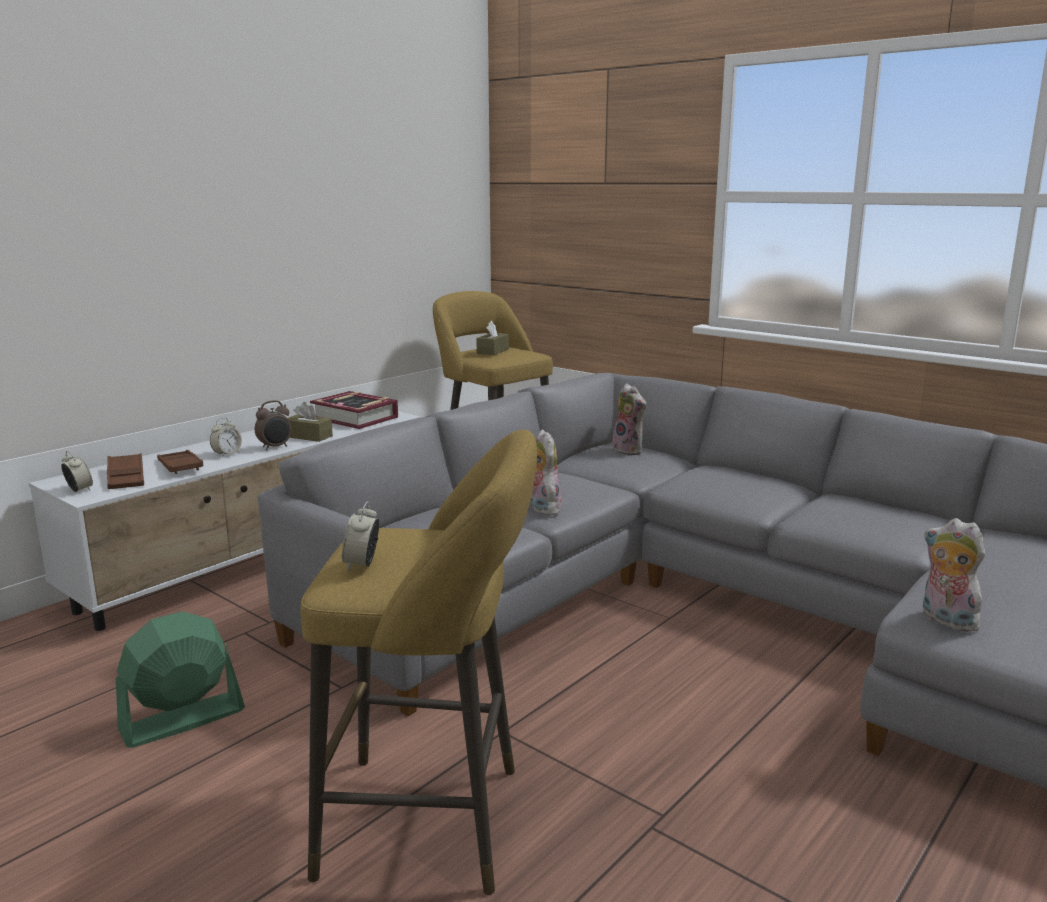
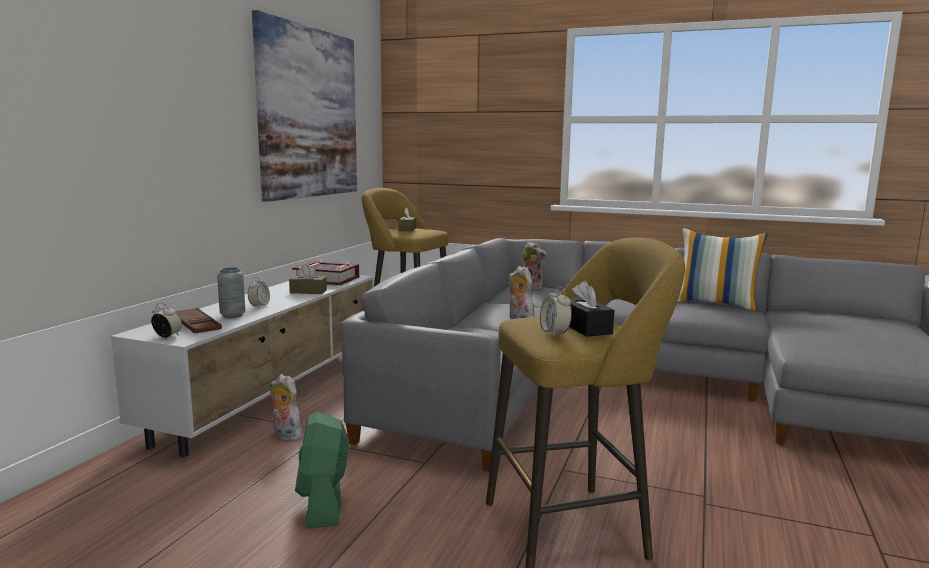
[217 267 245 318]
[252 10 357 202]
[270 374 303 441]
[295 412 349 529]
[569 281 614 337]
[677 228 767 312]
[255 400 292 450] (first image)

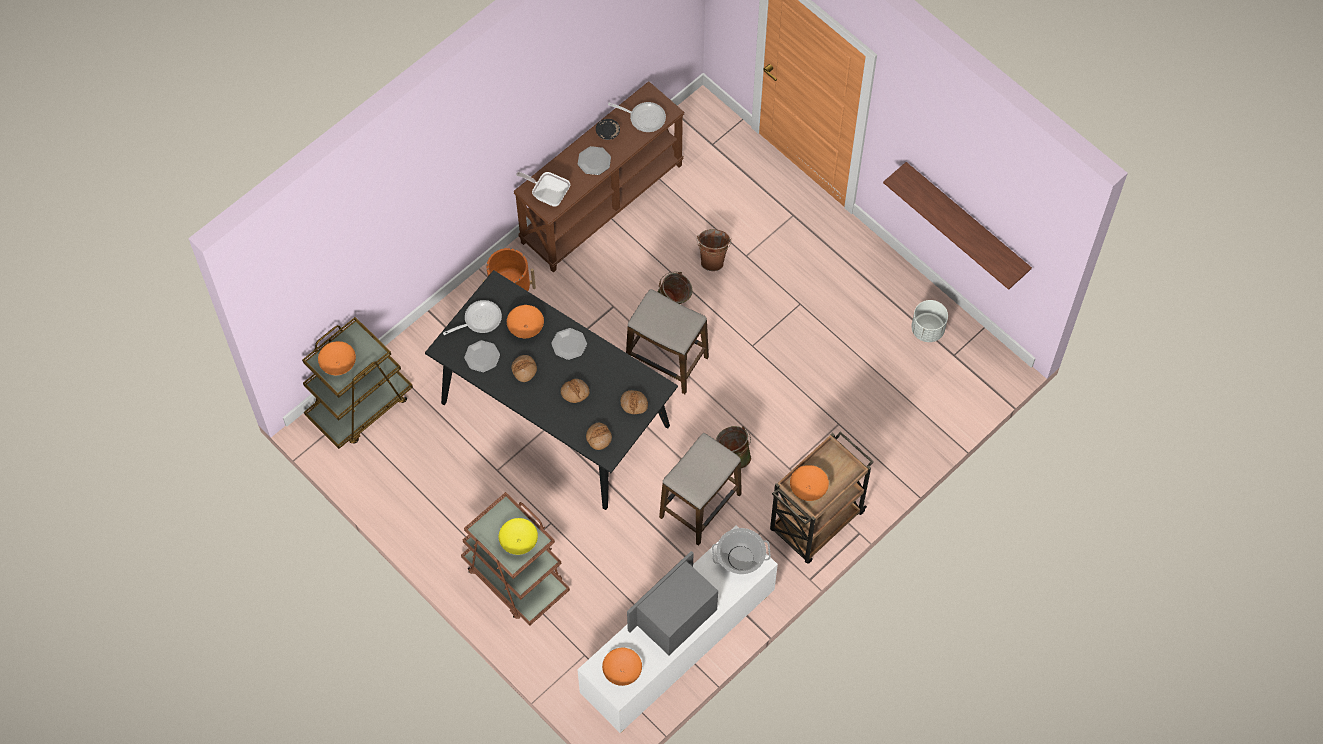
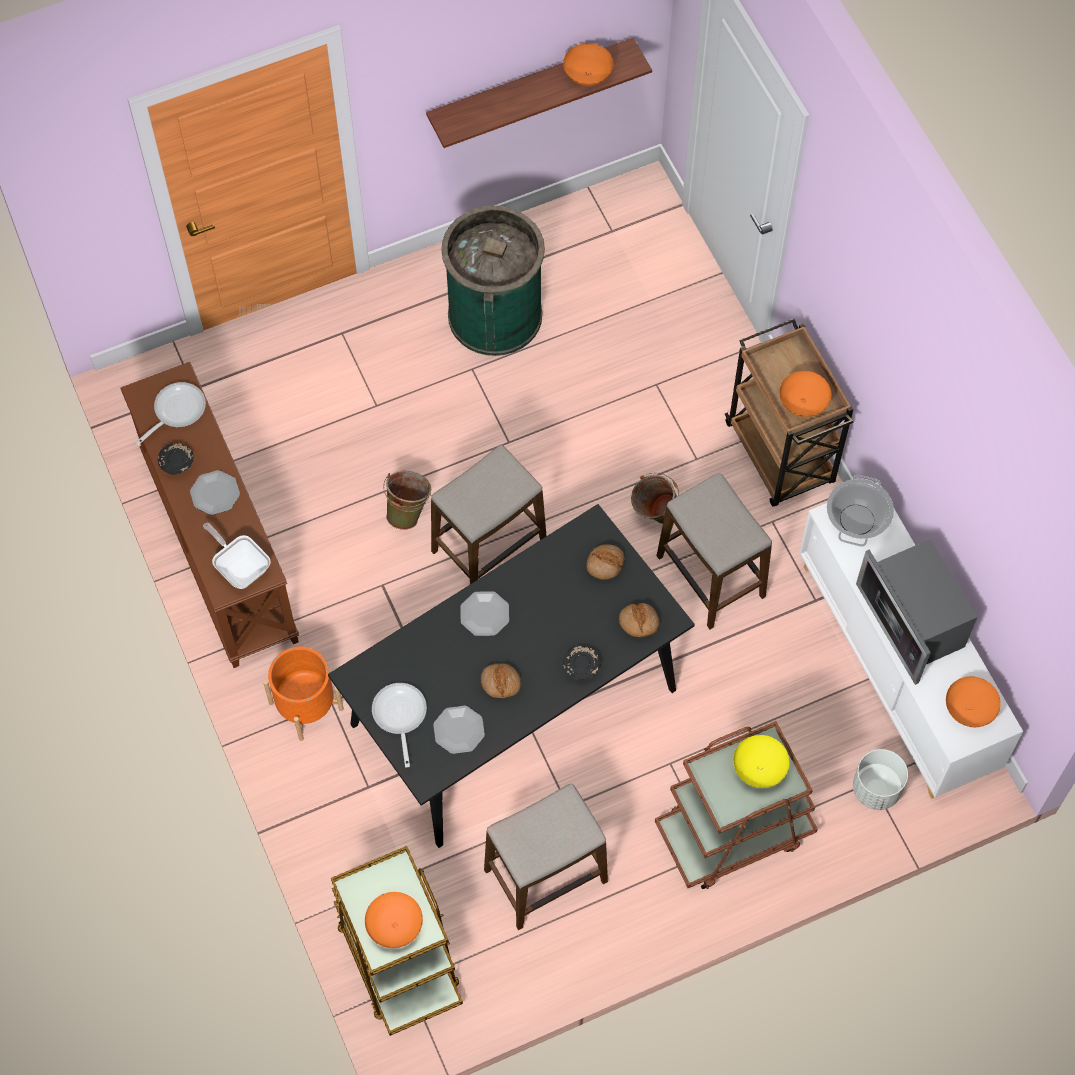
[203 523 271 589]
[441 205 545 356]
[484 784 608 930]
[563 43 614 86]
[563 646 601 680]
[853 749 908 810]
[561 379 590 403] (first image)
[697 229 731 271] (first image)

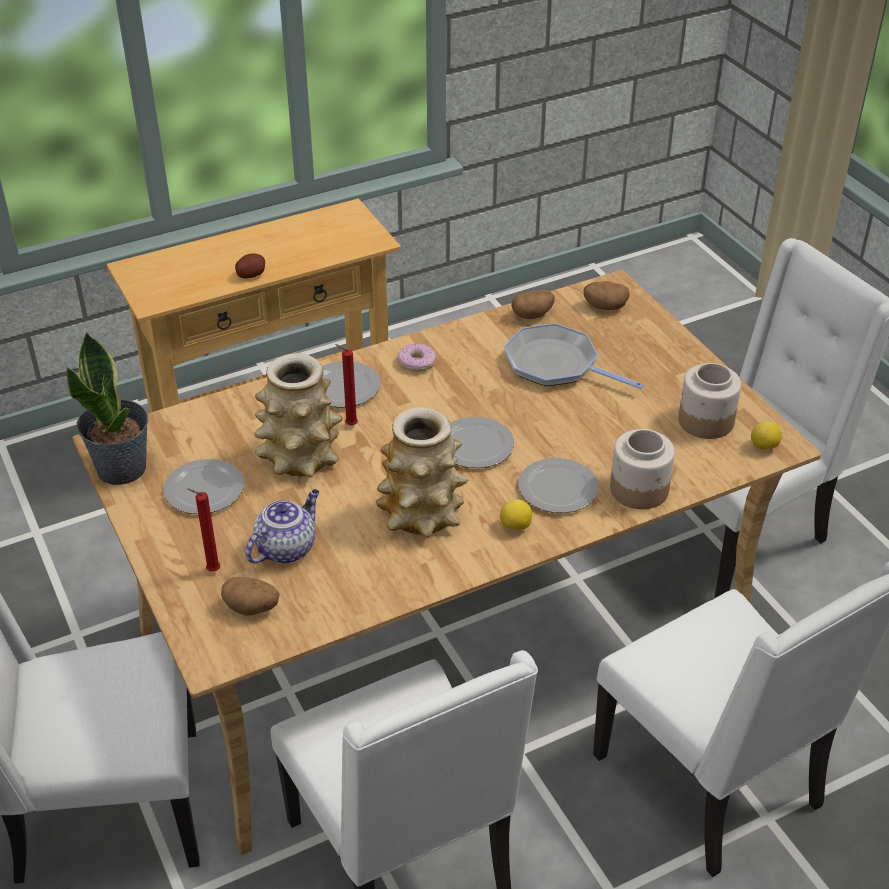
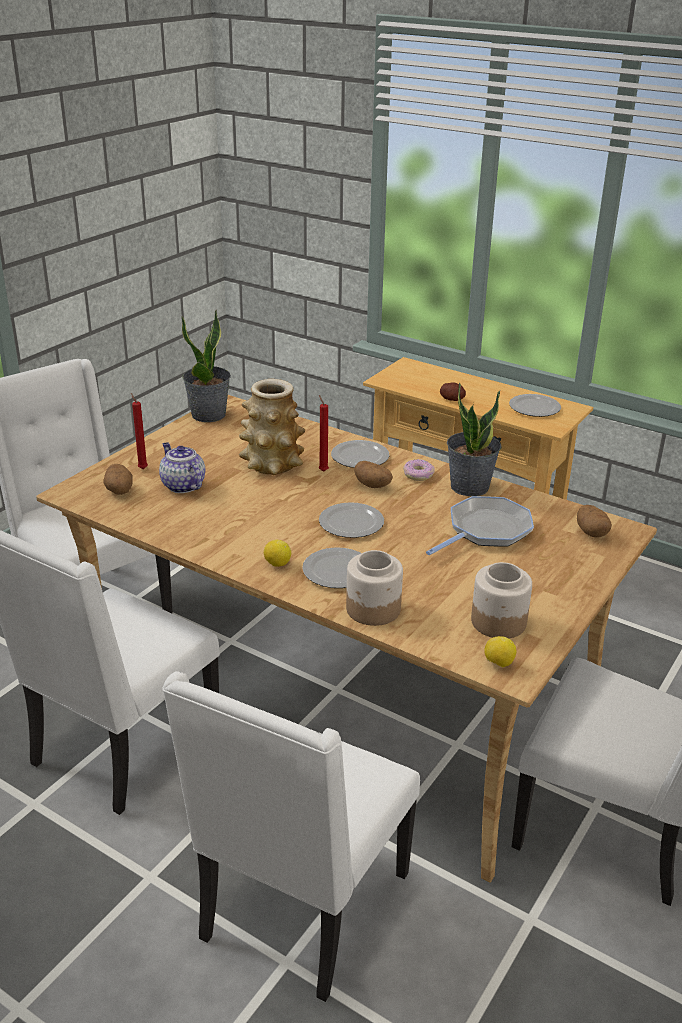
[159 442 206 493]
[354 461 393 488]
[426 496 534 555]
[447 383 501 496]
[509 394 561 417]
[376 407 469 537] (first image)

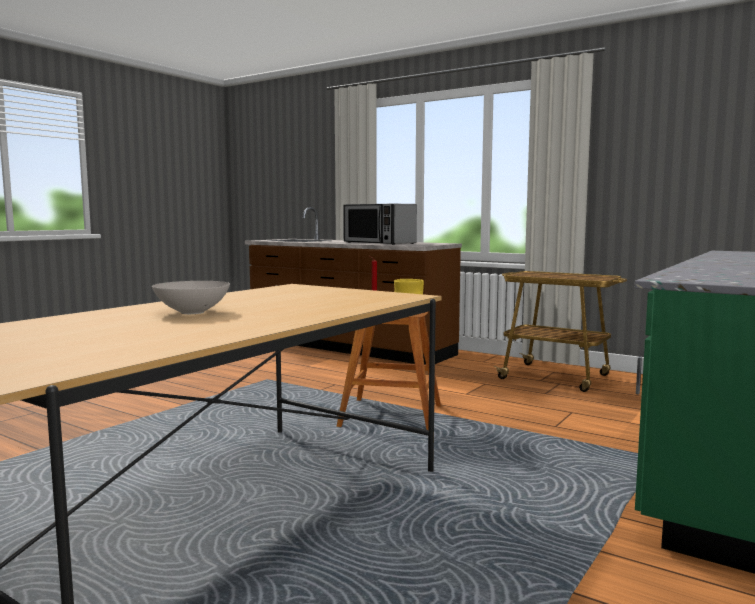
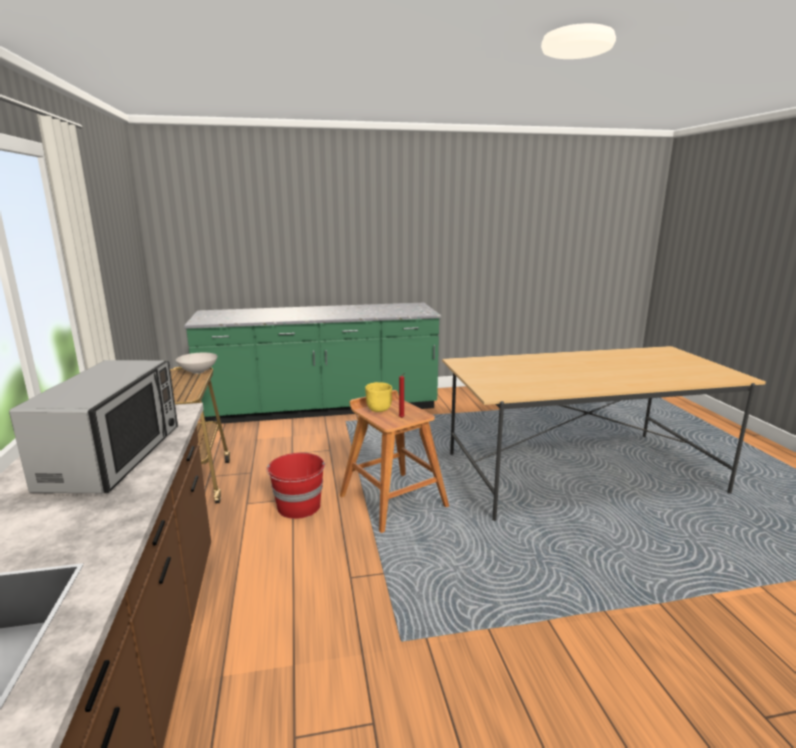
[176 352 217 374]
[266 453 325 519]

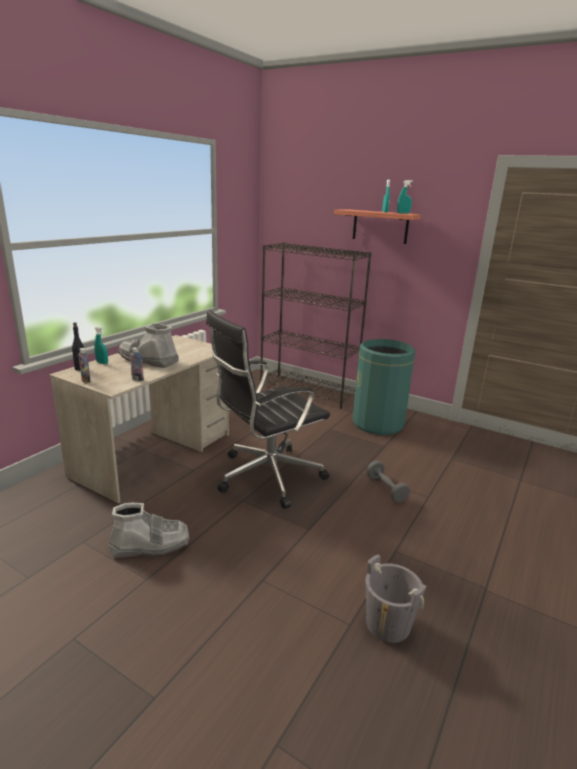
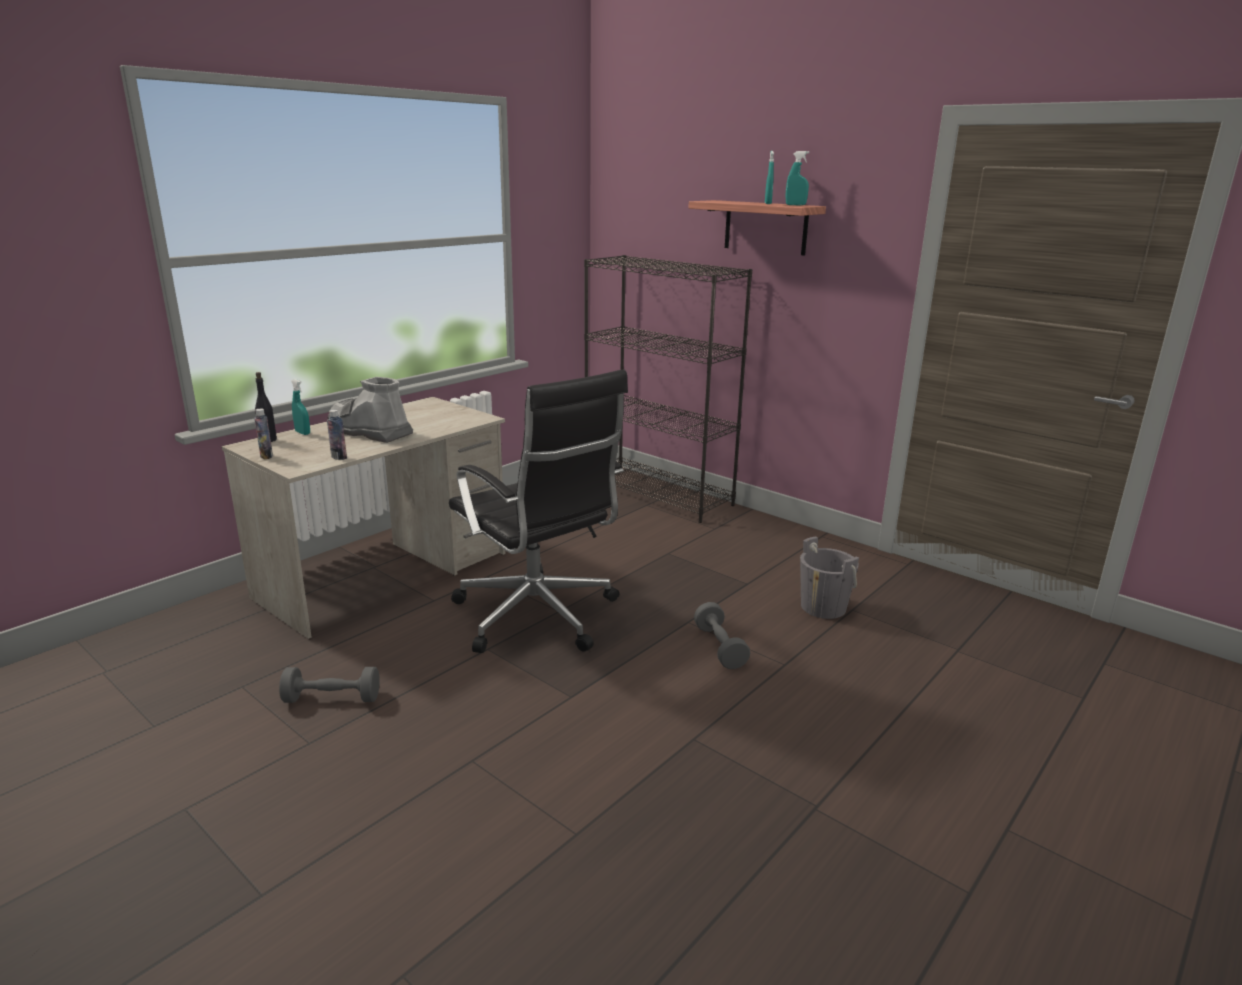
[279 667 380 703]
[449 369 628 653]
[800 536 859 619]
[353 339 415 435] (first image)

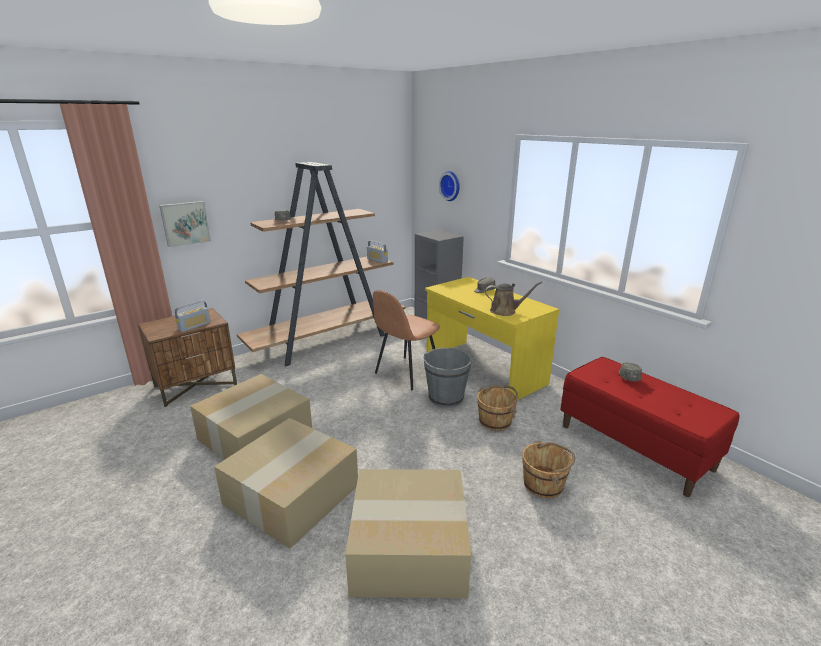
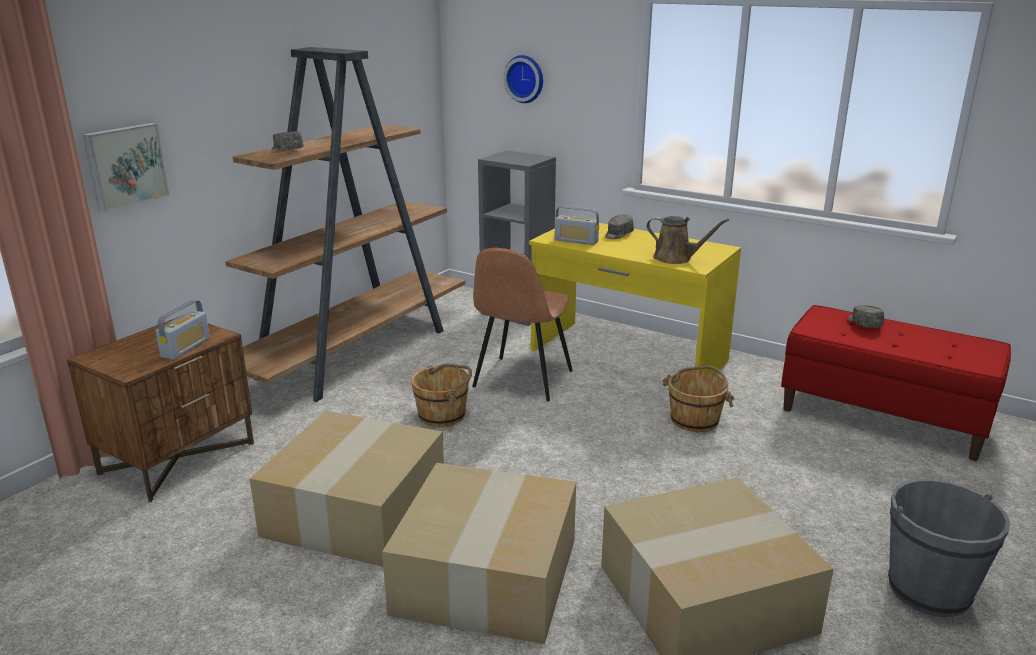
[411 363 472 427]
[555 206 599 245]
[647 216 729 264]
[888 479 1010 617]

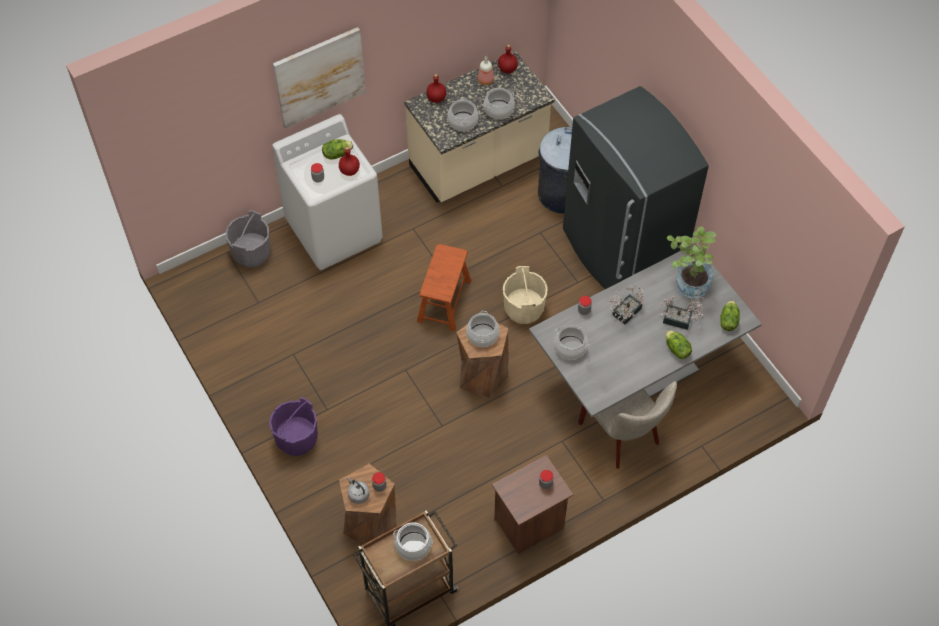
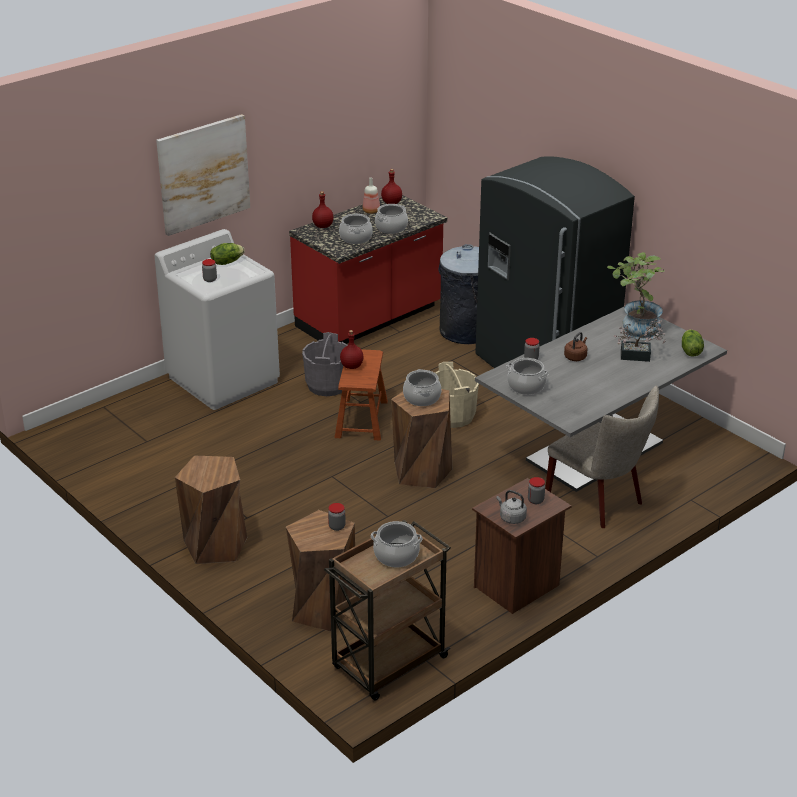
[175 456 247 564]
[289 195 447 344]
[302 332 347 396]
[340 330 363 369]
[496 490 527 524]
[564 332 587 361]
[665 330 692 359] (first image)

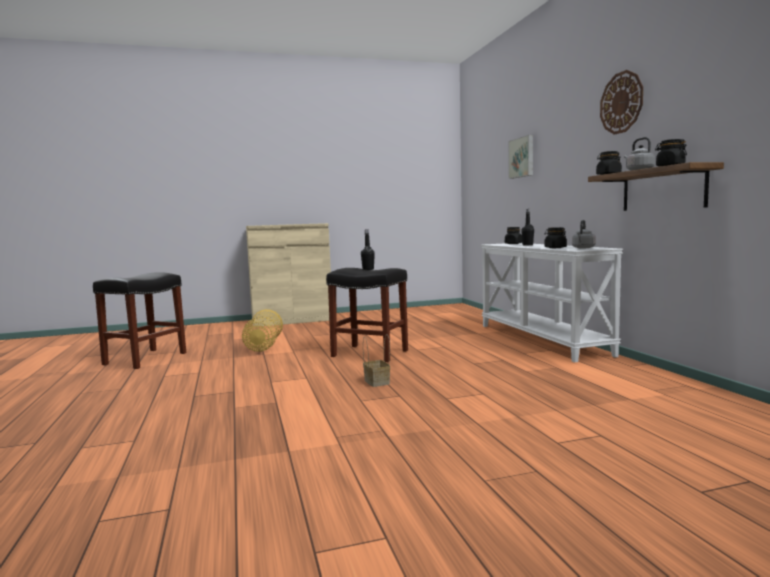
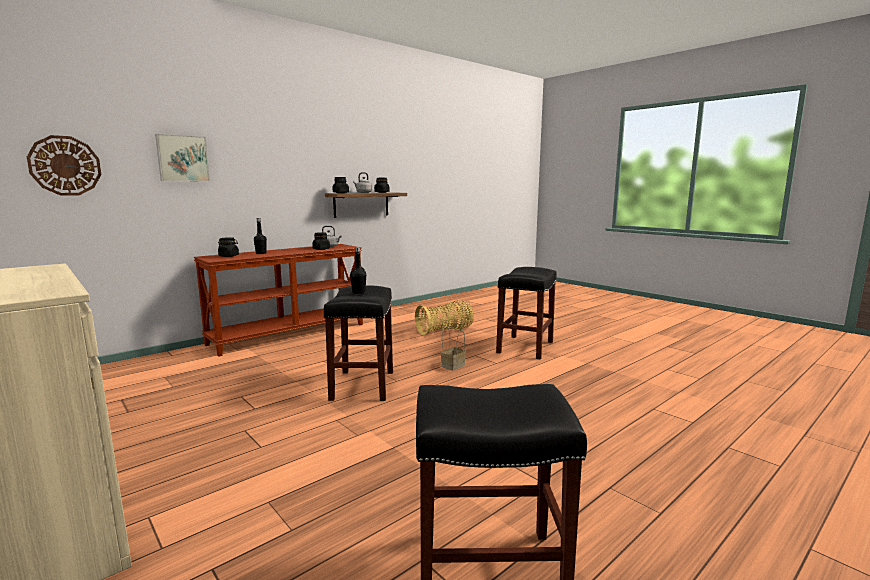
[27 135 101 196]
[194 244 363 357]
[415 301 474 335]
[496 267 557 359]

